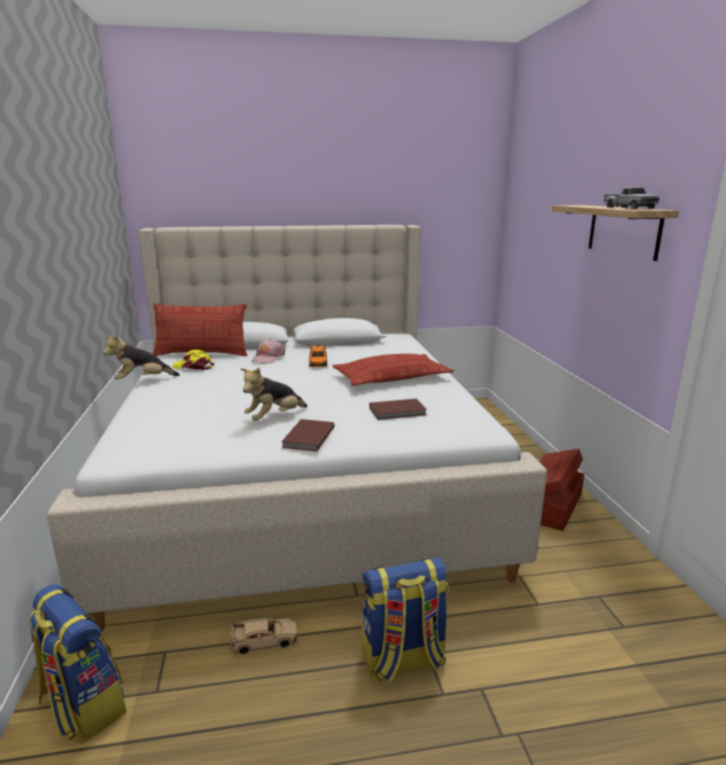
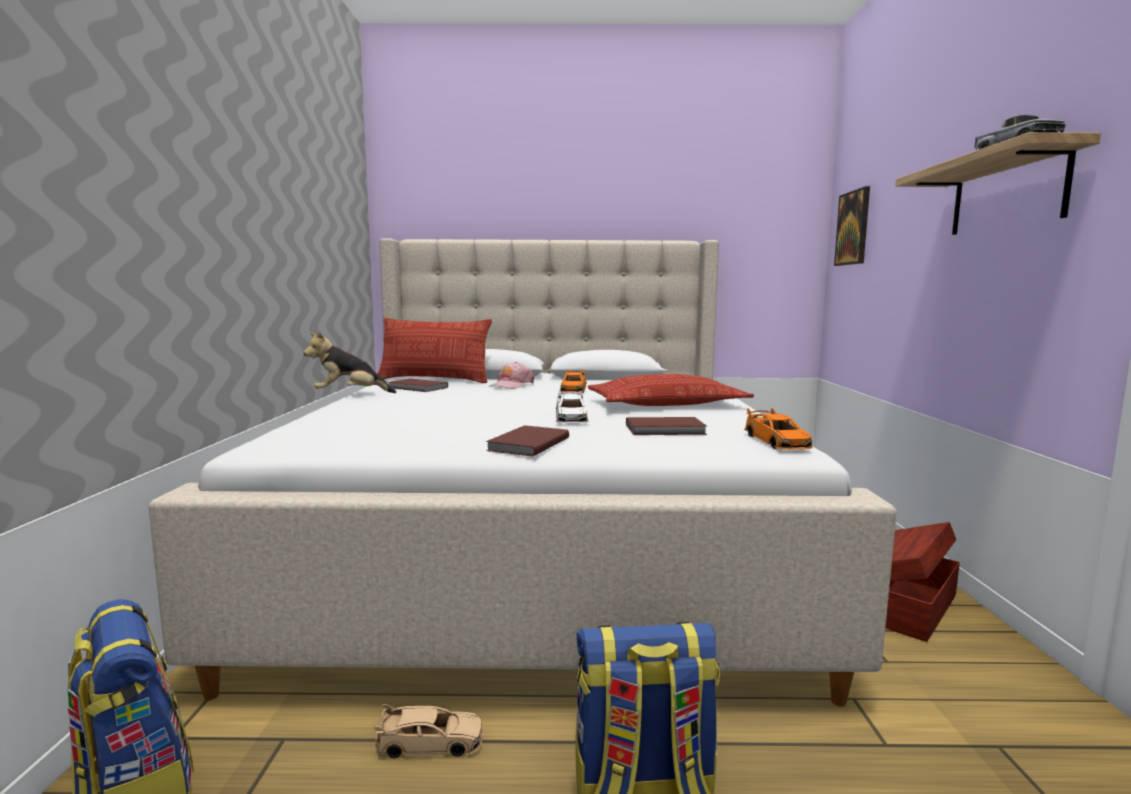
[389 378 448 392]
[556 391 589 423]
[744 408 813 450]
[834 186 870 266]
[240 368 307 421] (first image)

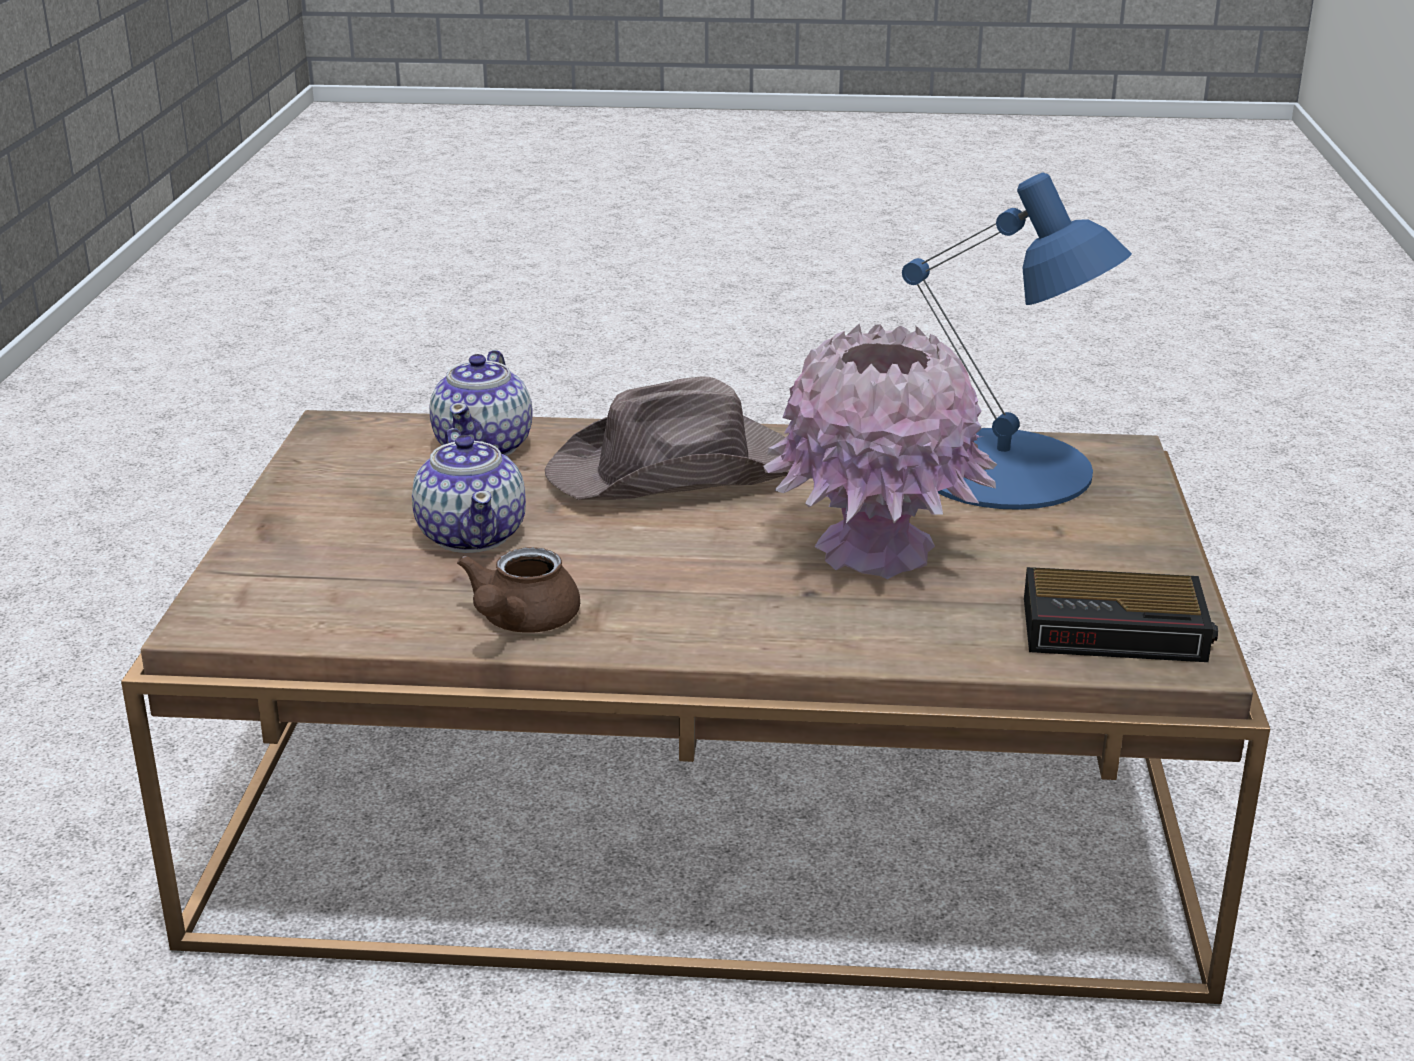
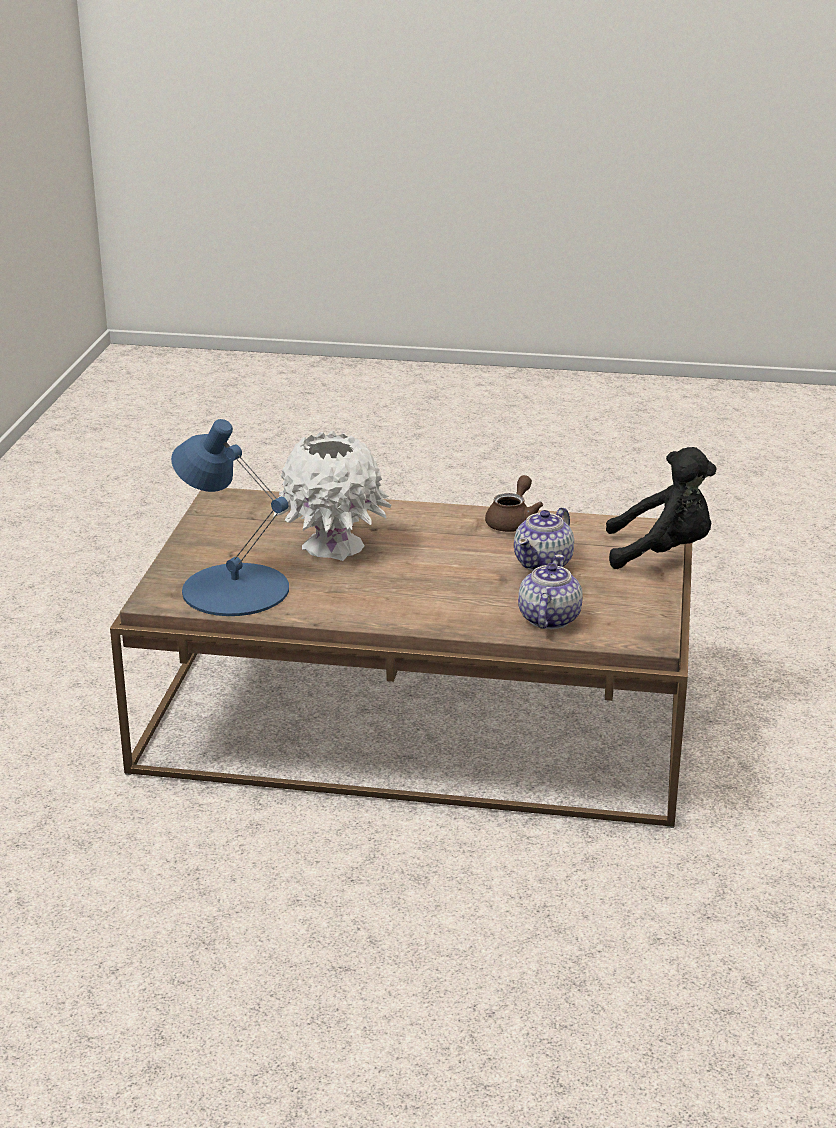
[273 431 392 561]
[514 507 574 571]
[606 447 716 569]
[545 376 790 500] (first image)
[1024 567 1218 662] (first image)

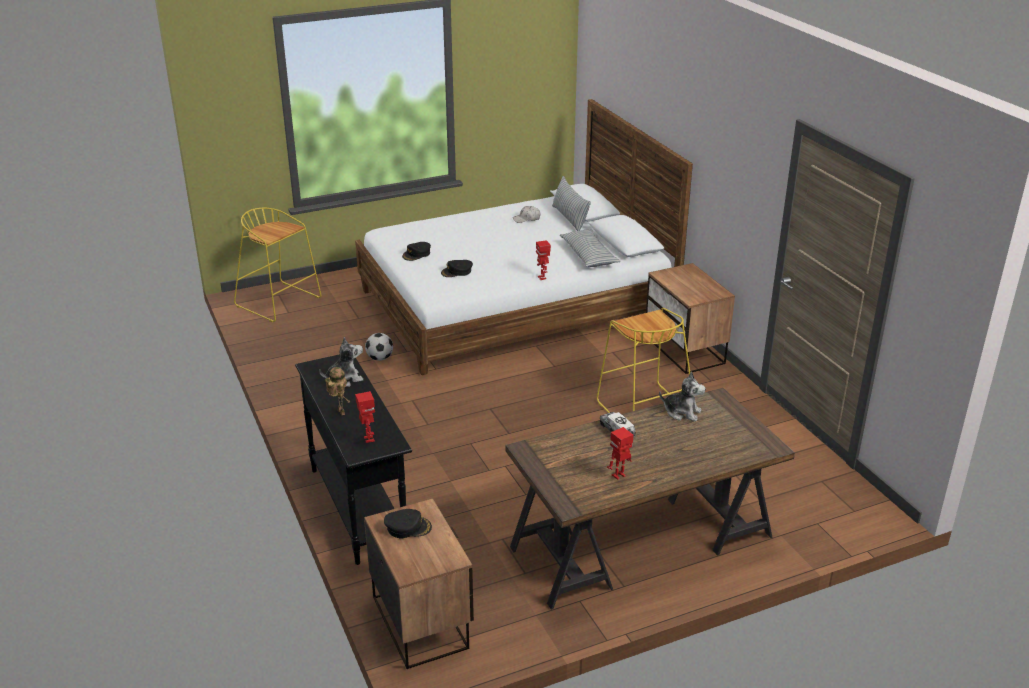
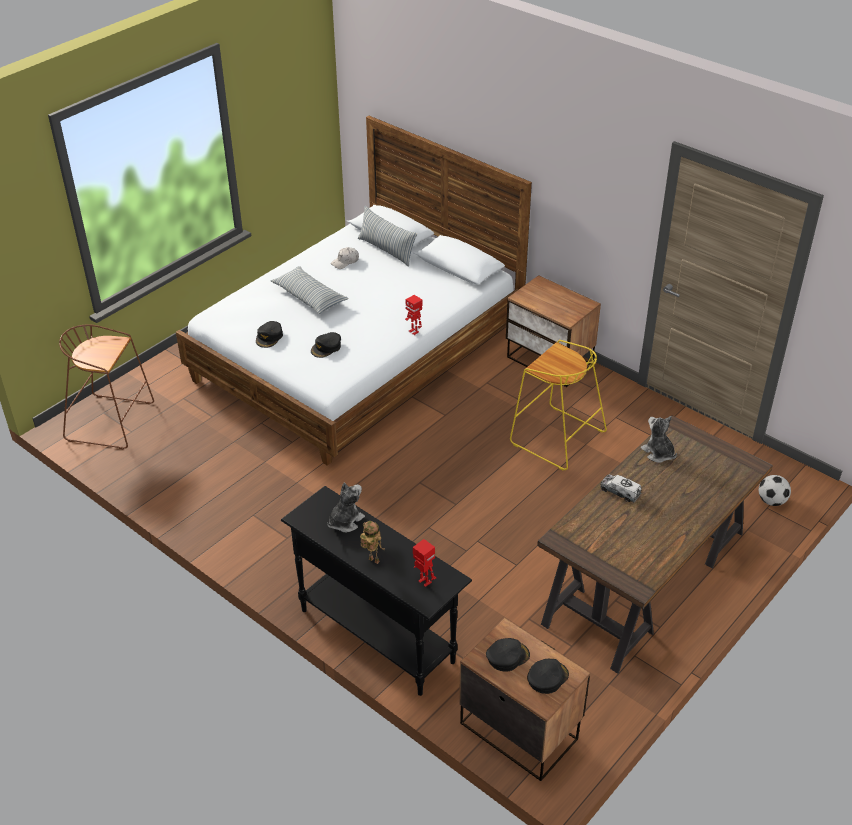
[59 324 154 449]
[271 266 349 314]
[527 659 569 694]
[641 416 677 463]
[759 475 791 506]
[607 427 633 480] (first image)

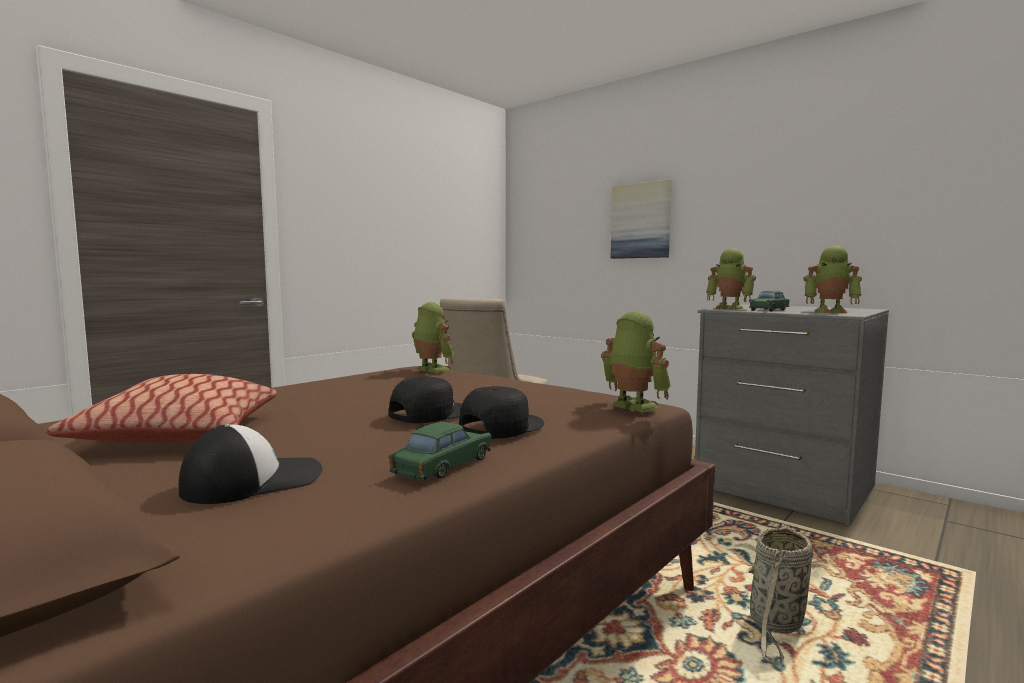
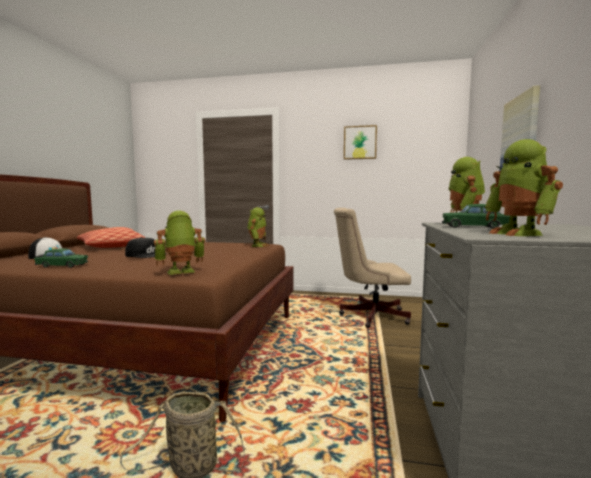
[154 210 205 275]
[344 125 377 160]
[459 386 544 439] (first image)

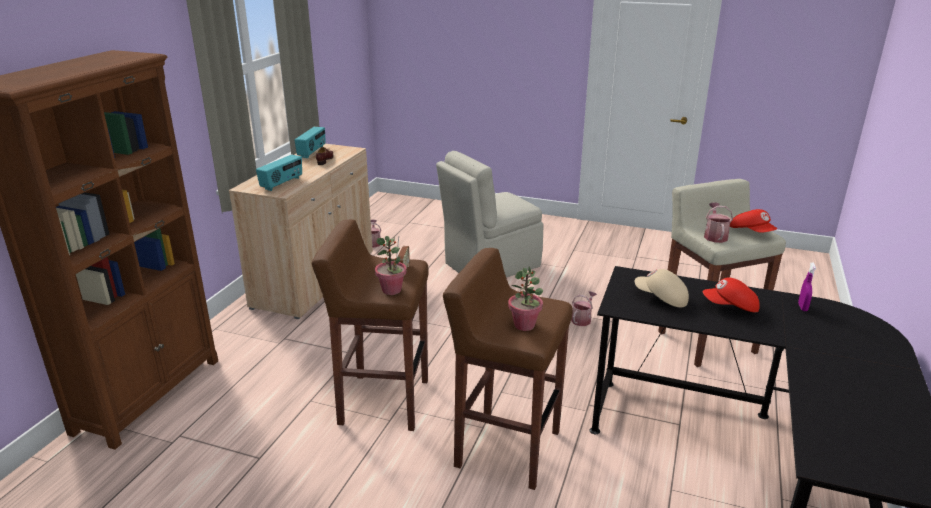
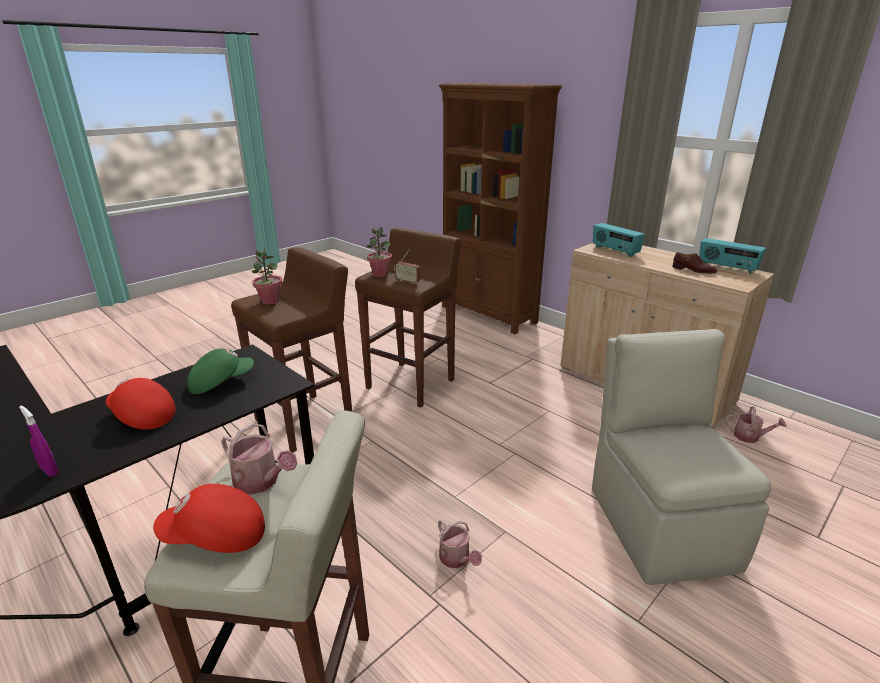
[106 378 175 429]
[187 348 254 394]

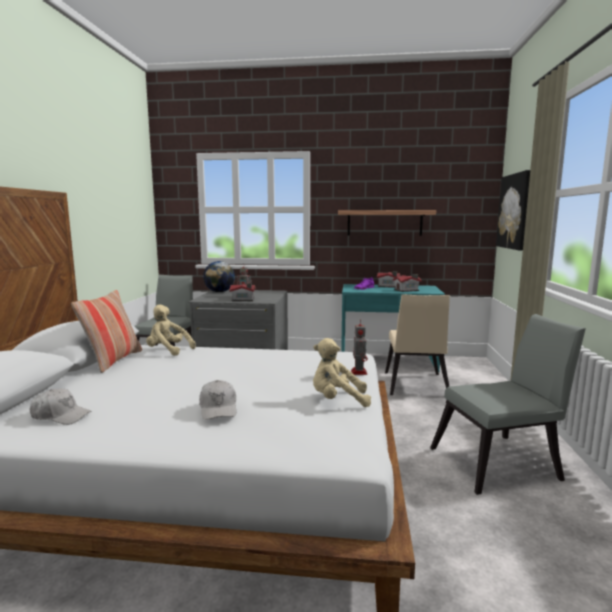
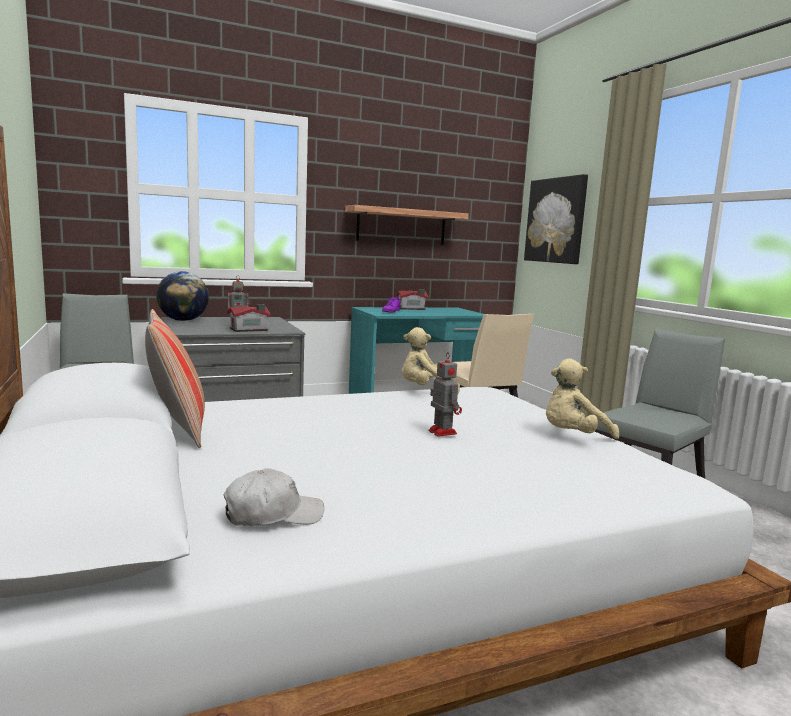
[402 327 460 393]
[428 352 462 437]
[199 380 236 420] (first image)
[393 274 422 292] (first image)

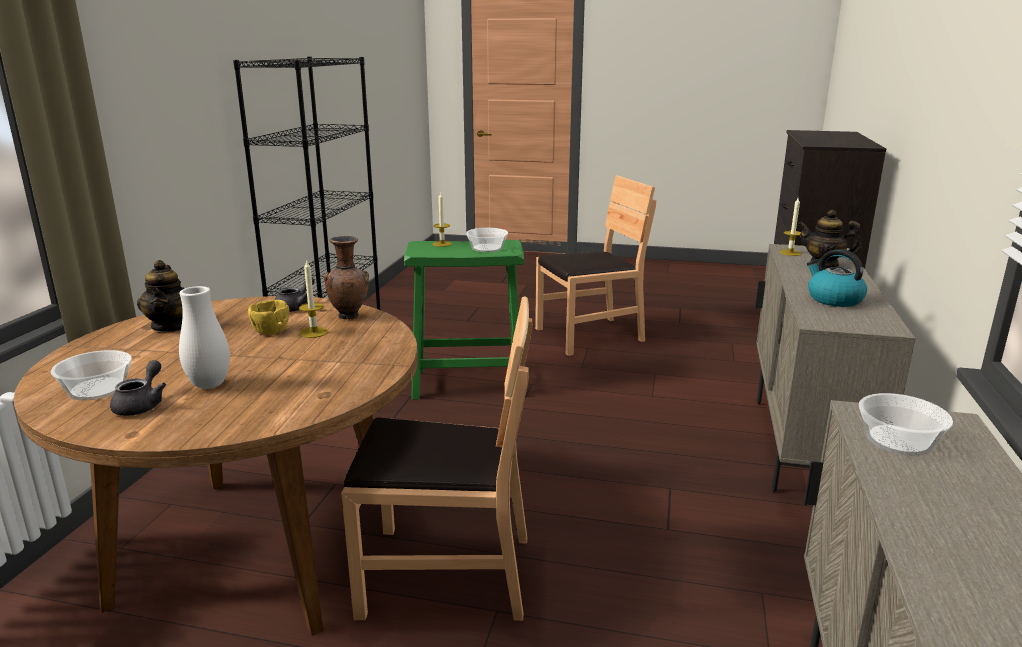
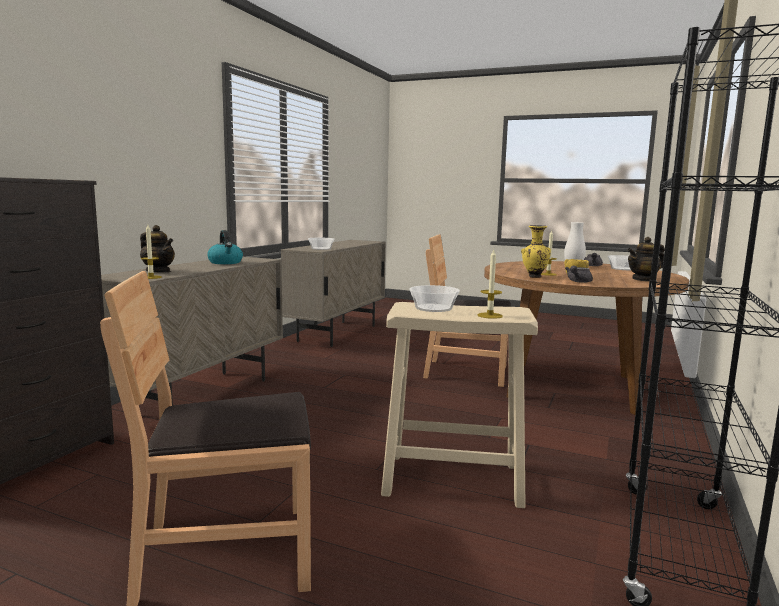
[381 302 538 508]
[521 225 551 278]
[627 237 665 281]

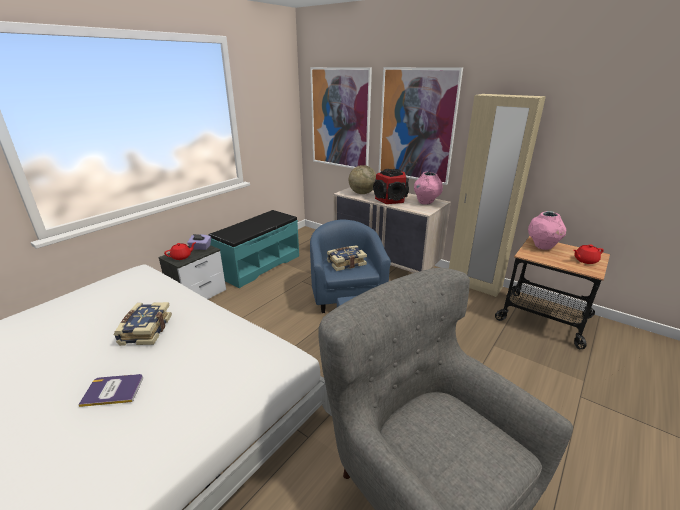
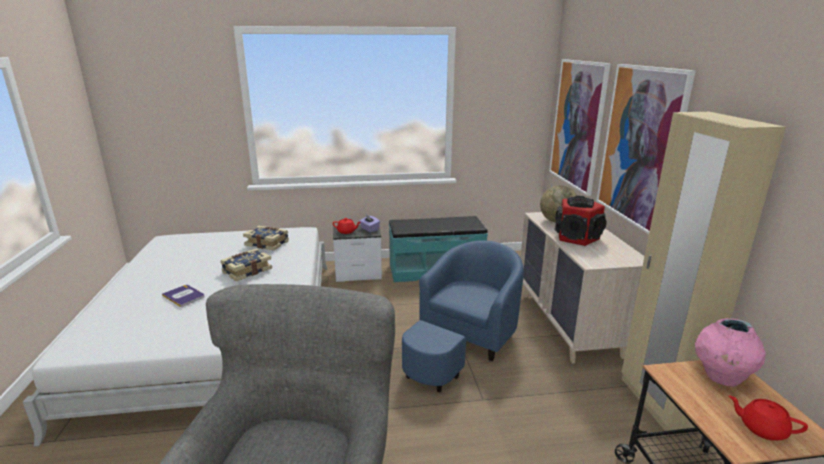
[243 226 289 251]
[414 172 443 205] (first image)

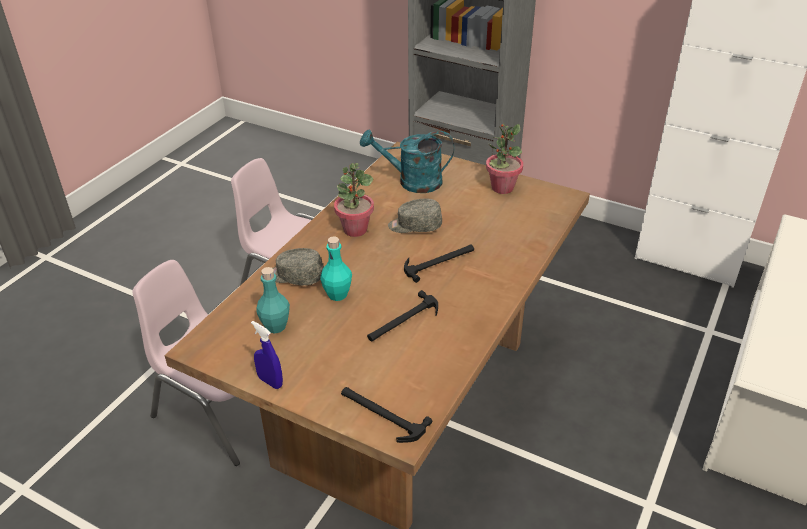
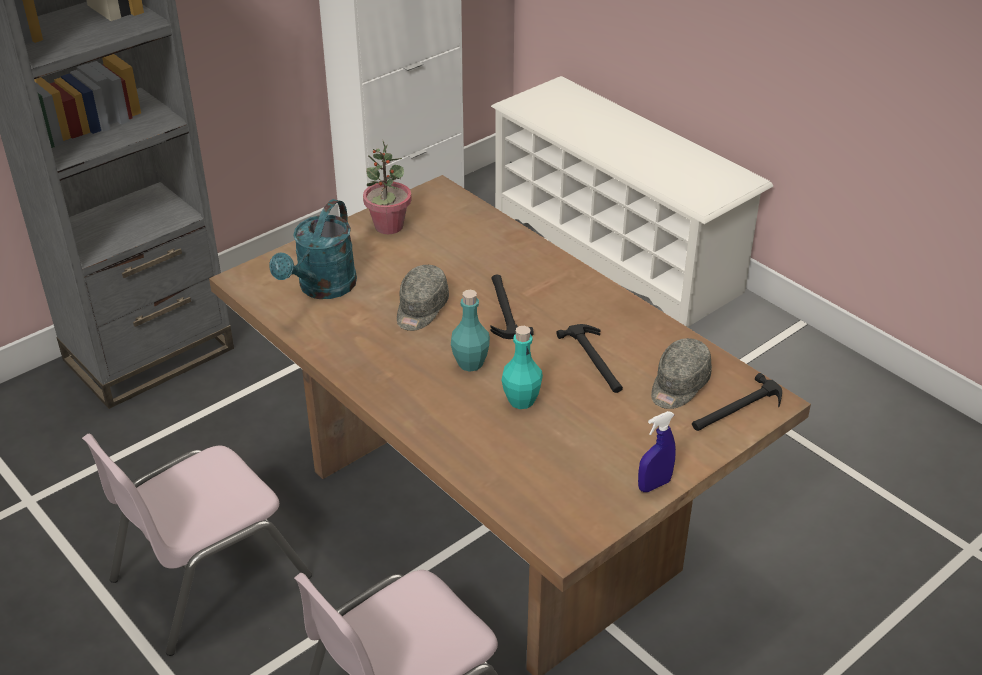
[451 290 490 372]
[651 338 712 409]
[334 163 374 237] (first image)

